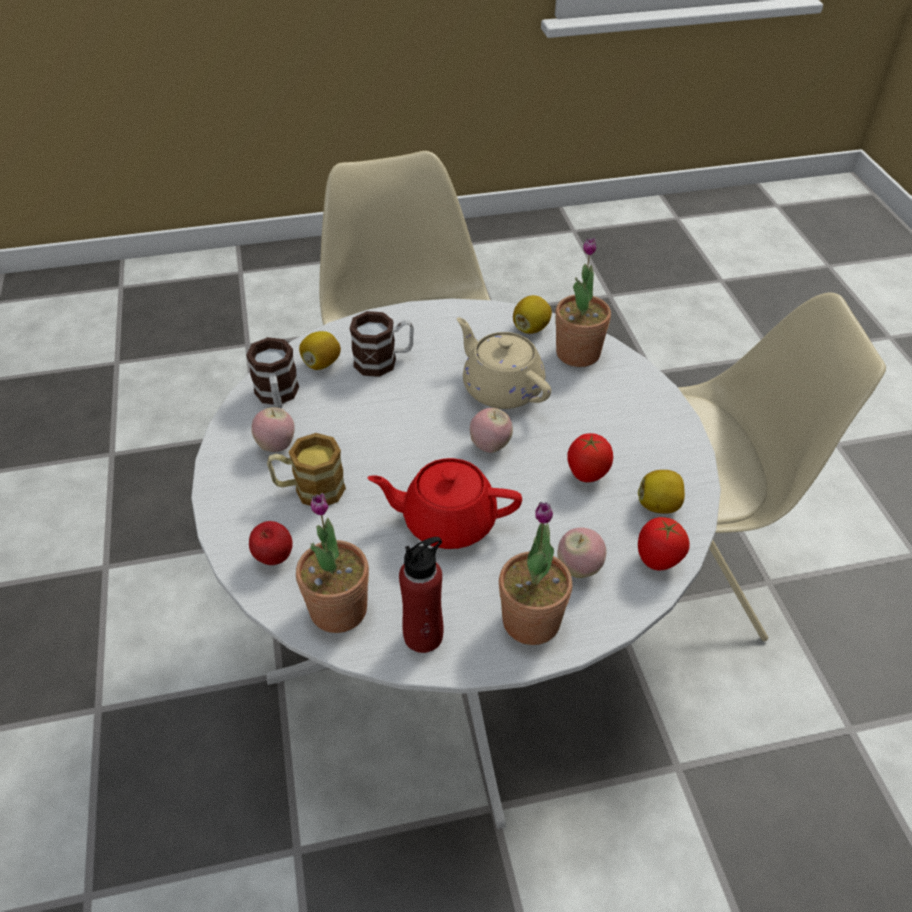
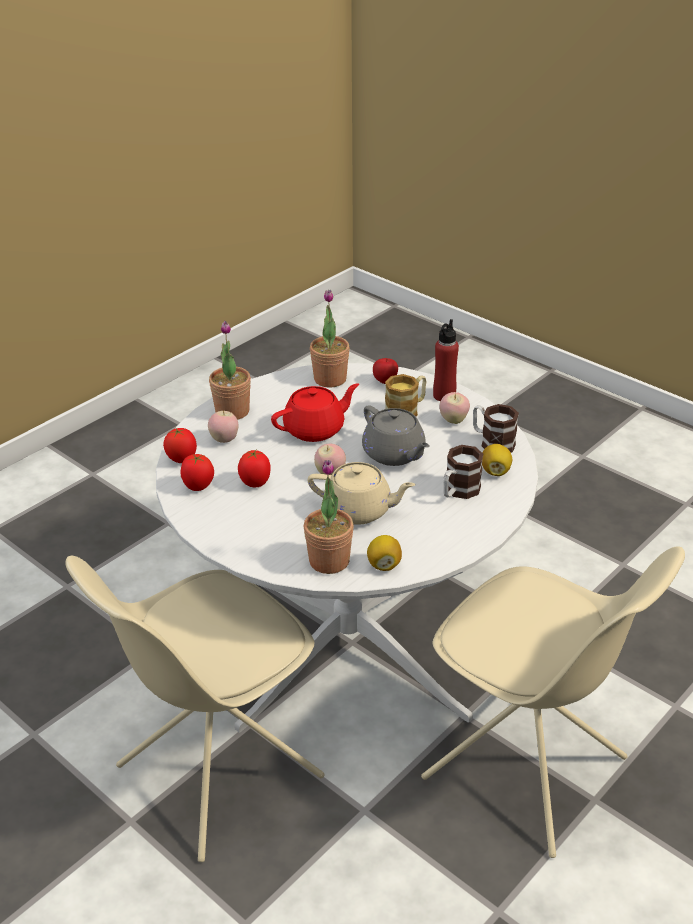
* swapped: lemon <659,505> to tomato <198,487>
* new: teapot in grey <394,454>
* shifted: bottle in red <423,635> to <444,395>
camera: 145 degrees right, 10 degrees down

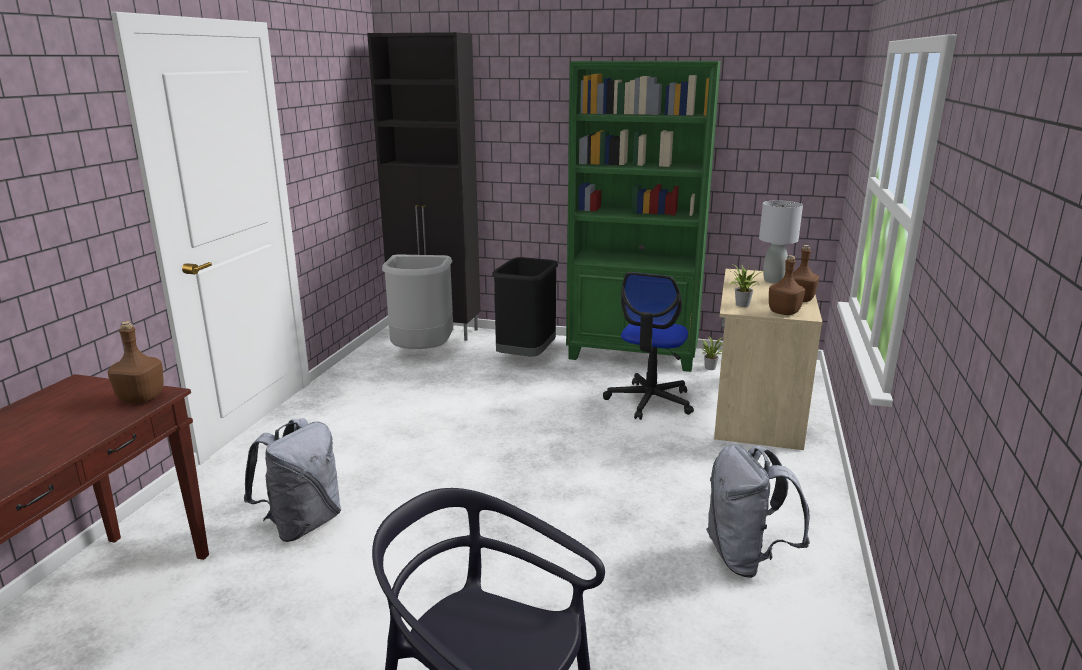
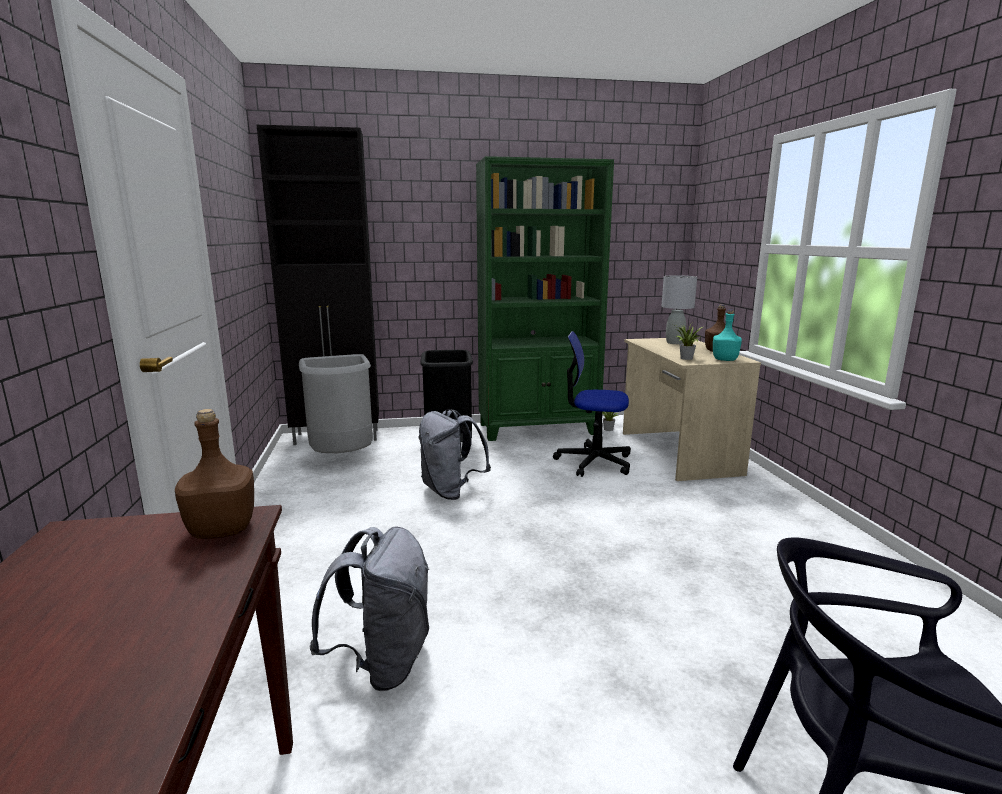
* shifted: backpack in grey <746,558> to <451,491>
* rotated: office chair <649,401> = <594,462> 105 degrees clockwise
* repainted: bottle in brown <783,313> to bottle in turquoise <725,360>
camera: 25 degrees left, 5 degrees down

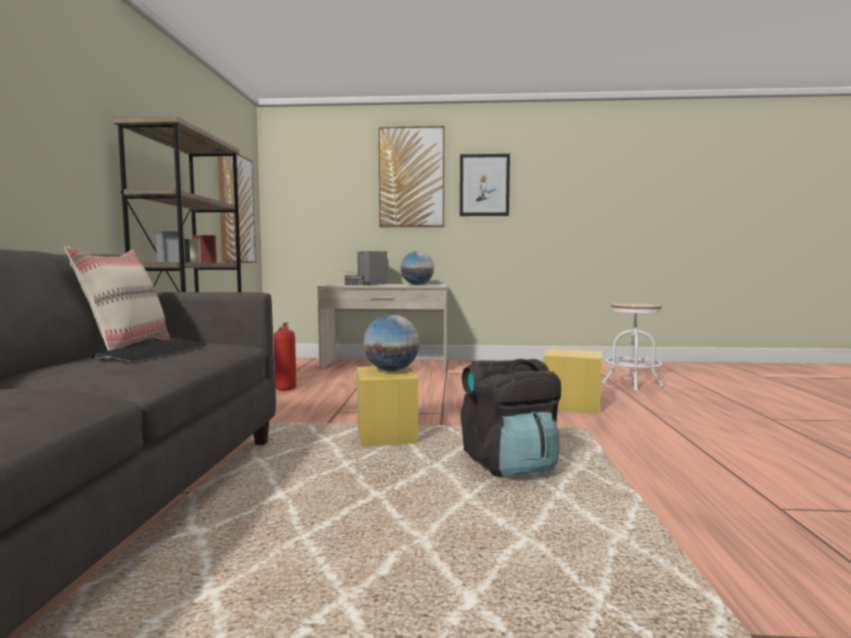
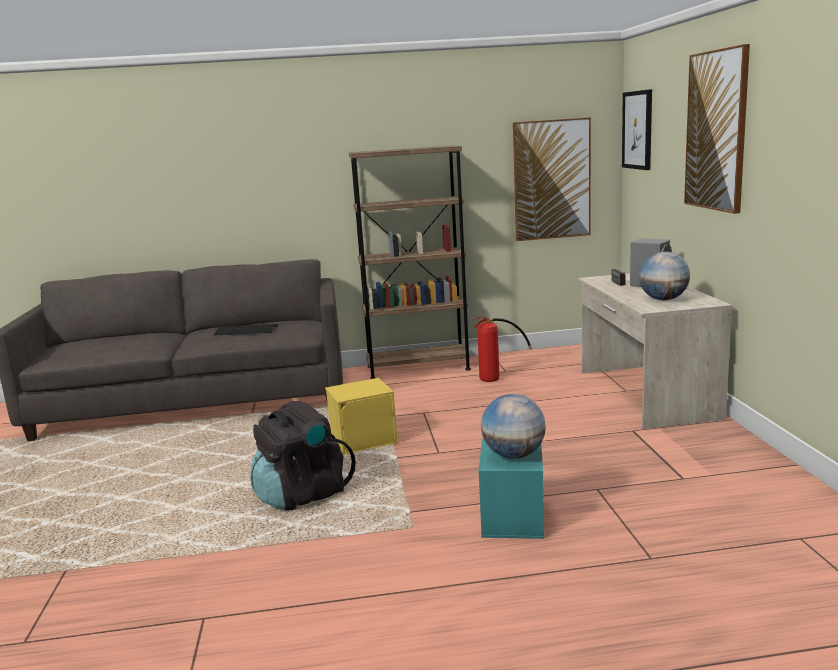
* repainted: storage box in yellow <570,405> to storage box in turquoise <511,518>
* shifted: globe <391,370> to <514,455>
* shifted: picture <484,185> to <638,130>
* gone: pillow in beige <127,346>
* gone: stool in white <632,385>
camera: 80 degrees right, 10 degrees up

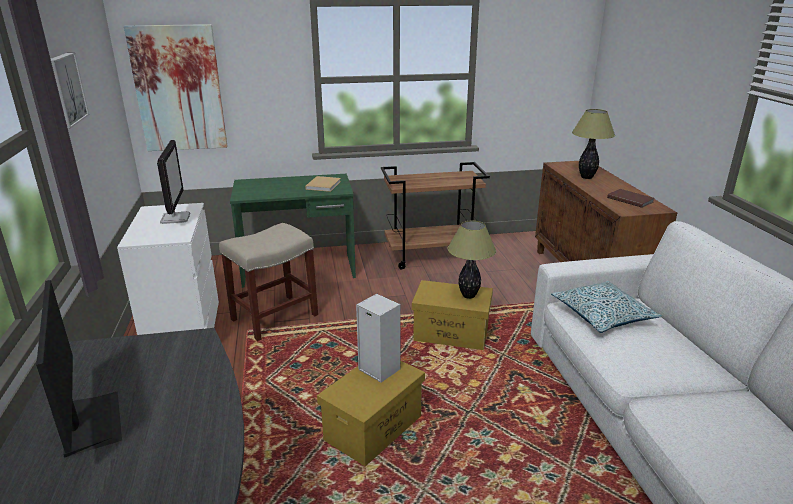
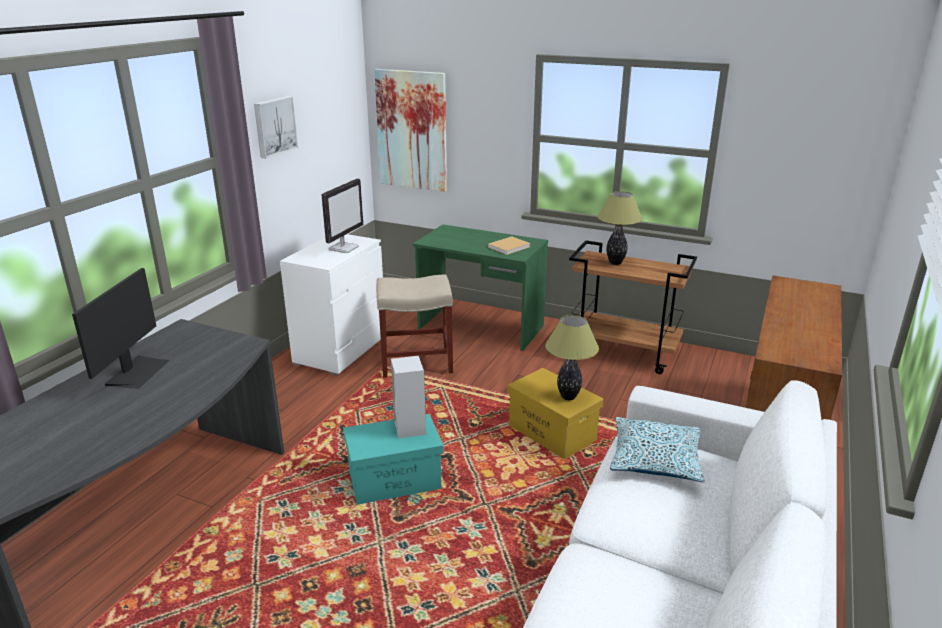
* repainted: storage box in yellow <373,427> to storage box in turquoise <395,480>
* shifted: table lamp <586,177> to <615,263>
* gone: book in brown <630,199>
camera: 35 degrees right, 0 degrees up

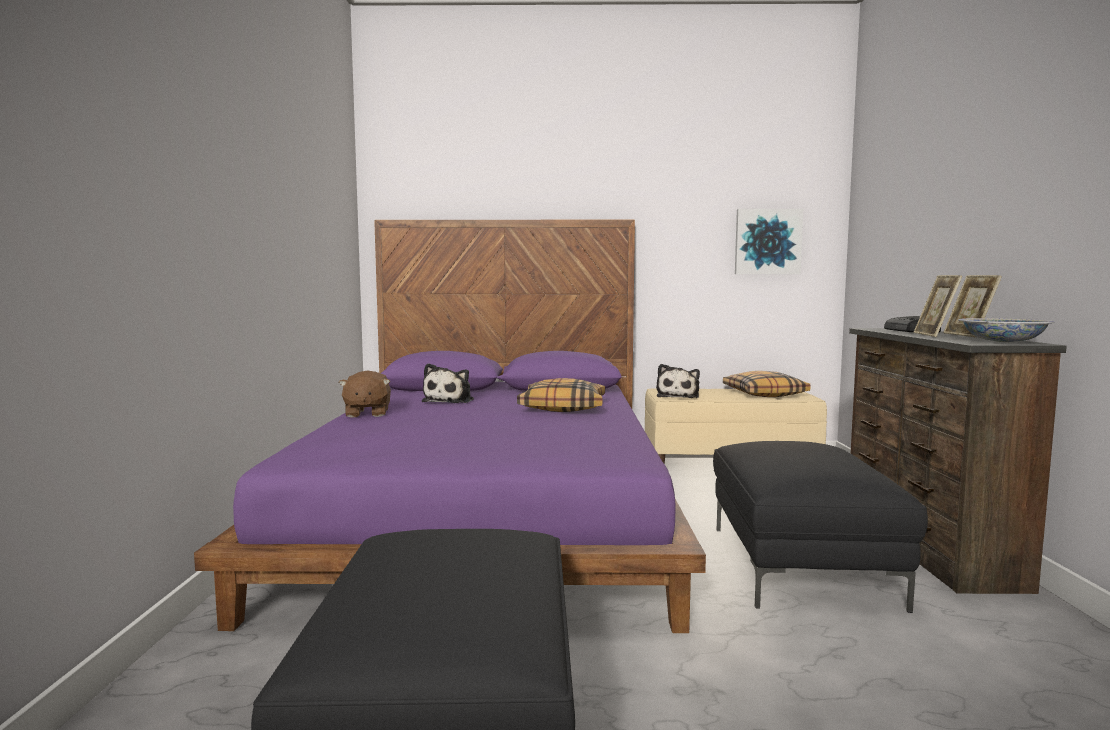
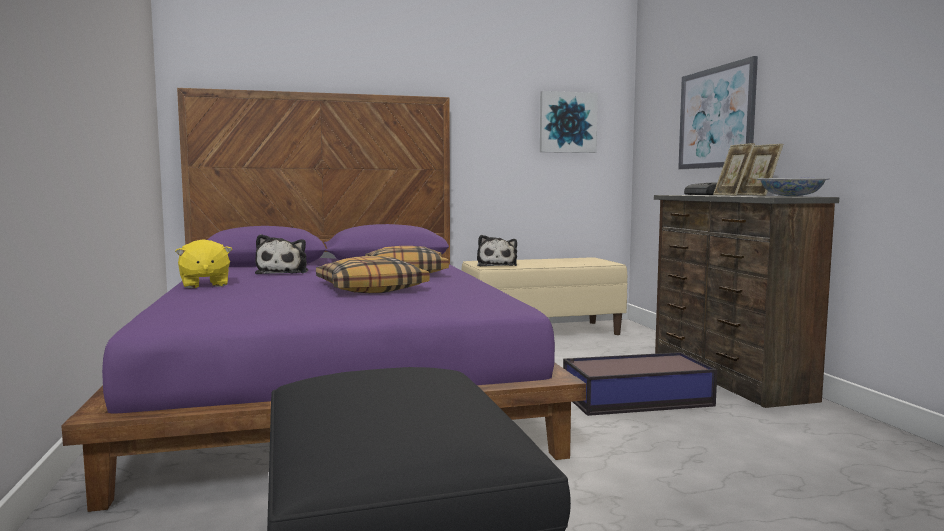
* repainted: plush toy in brown <367,413> to plush toy in yellow <204,284>
* shifted: pillow <764,394> to <371,289>
* swapped: ottoman in black <797,564> to storage box <634,399>
* new: picture <716,118>
camera: 15 degrees left, 0 degrees up

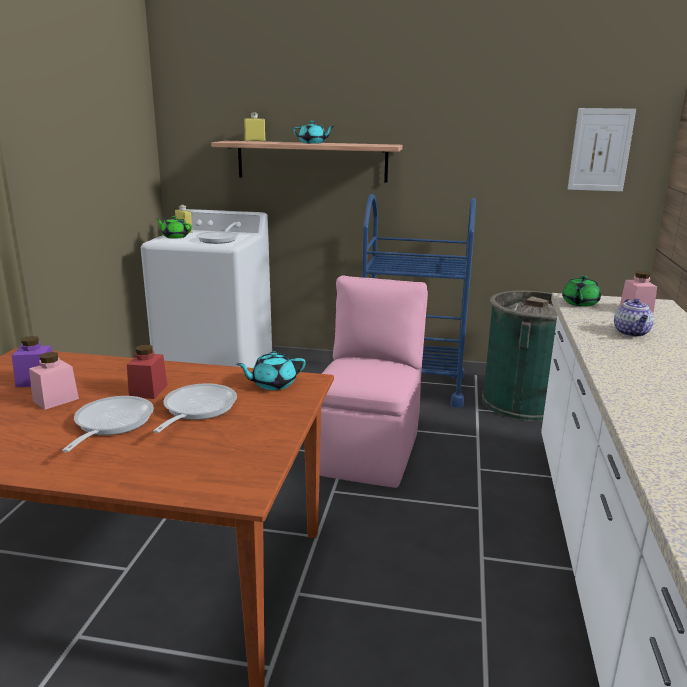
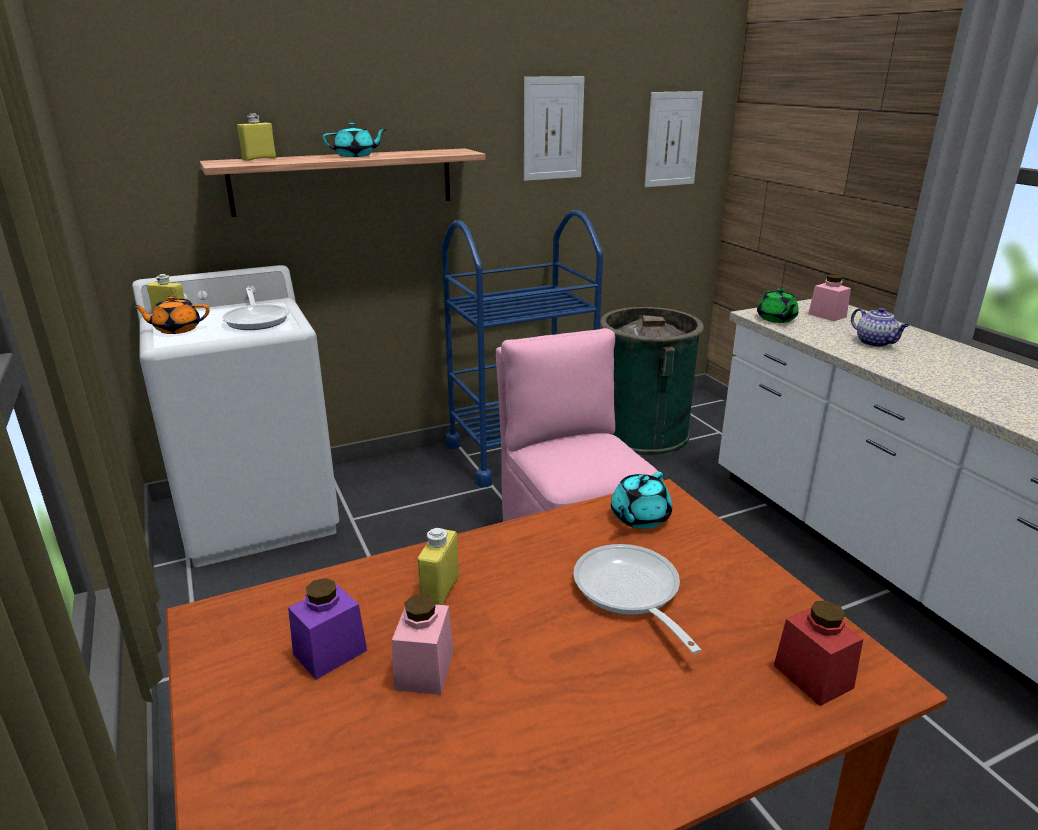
* repainted: teapot in green <175,237> to teapot in orange <176,329>
* new: bottle in yellow <440,591>
* new: picture <553,129>
* shifted: jar in red <148,391> to <813,676>
* gone: frying pan <110,424>
camera: 35 degrees left, 5 degrees up

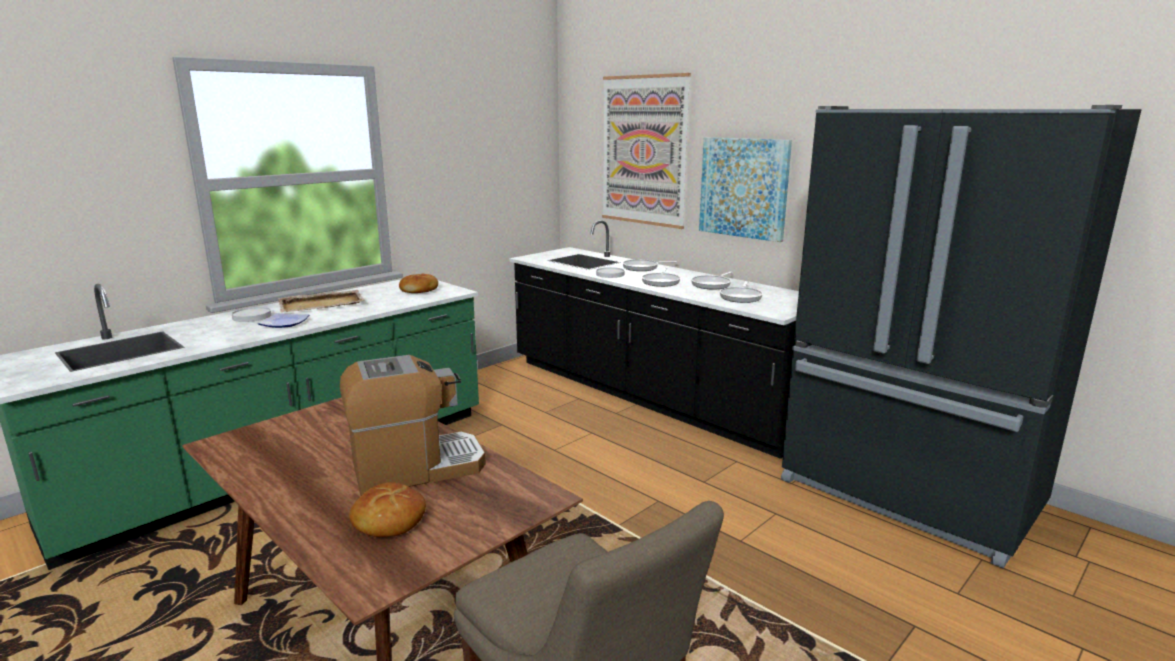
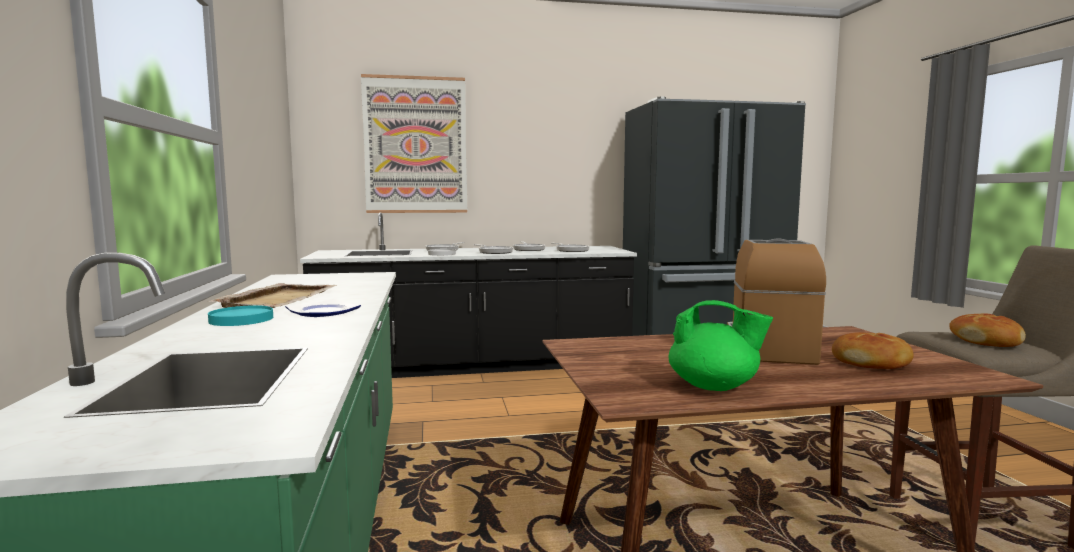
* repainted: plate in white <252,317> to plate in turquoise <242,319>
* new: teapot in green <714,386>
* shifted: bread <420,290> to <986,341>
* gone: picture <744,188>
camera: 55 degrees left, 10 degrees down

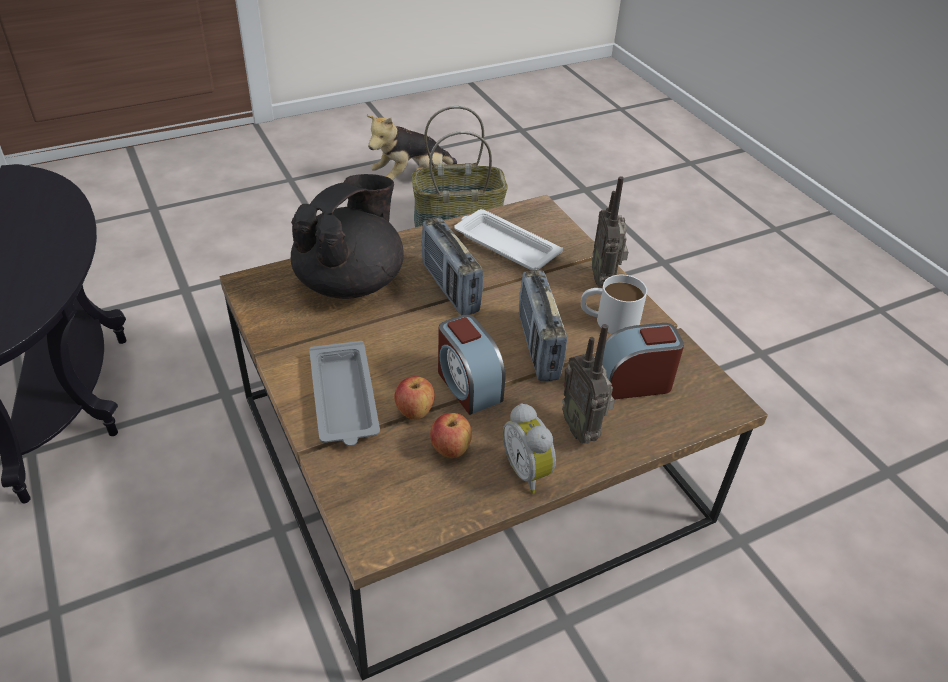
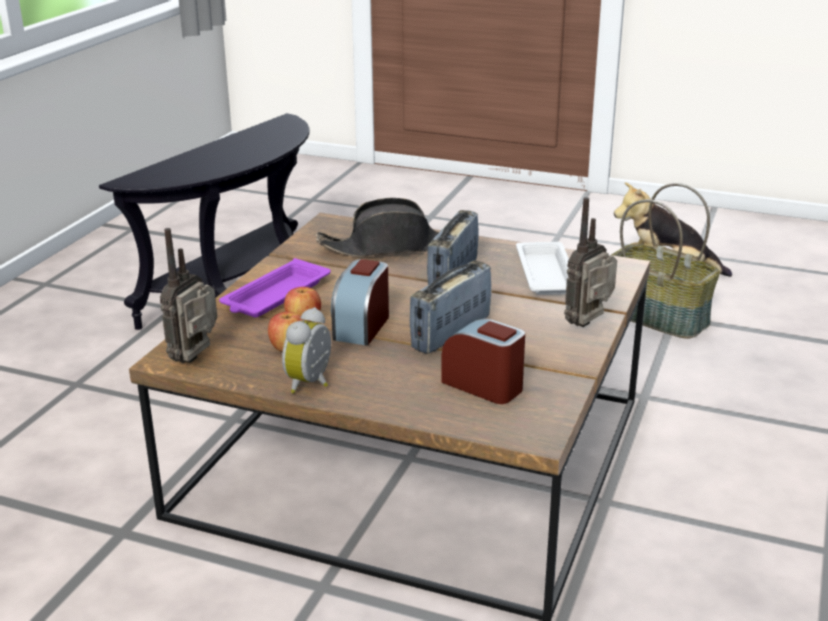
* shifted: radio <582,428> to <197,359>
* repainted: tray in grey <344,400> to tray in purple <275,296>
* swapped: teapot in black <351,282> to hat in black <392,247>
* gone: mug in white <608,320>
camera: 50 degrees right, 15 degrees down

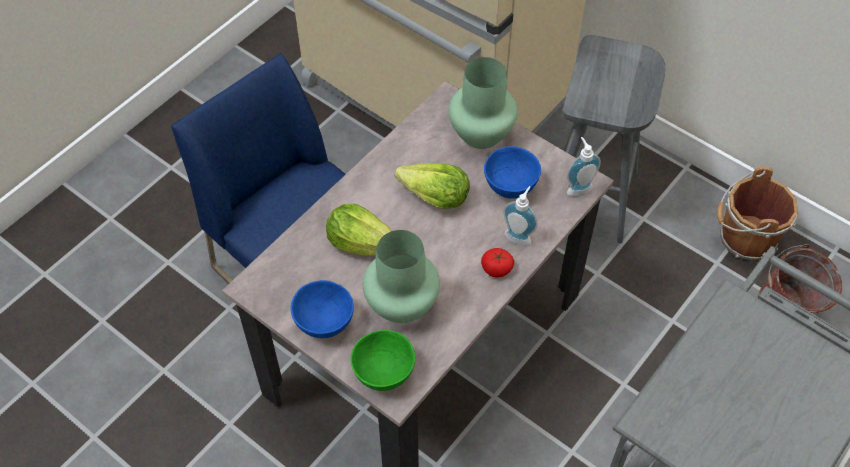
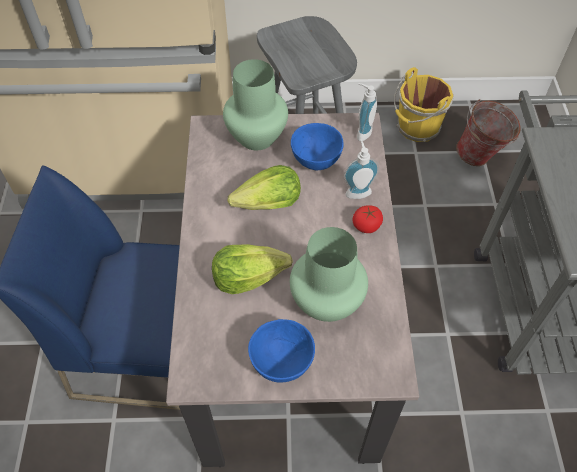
* repainted: bucket in brown <744,239> to bucket in yellow <417,128>
* gone: bowl in green <383,373>
camera: 40 degrees left, 0 degrees up

